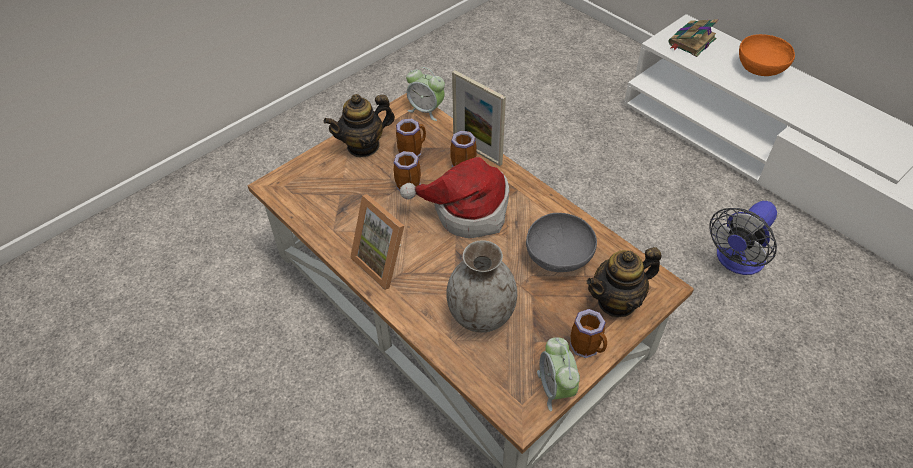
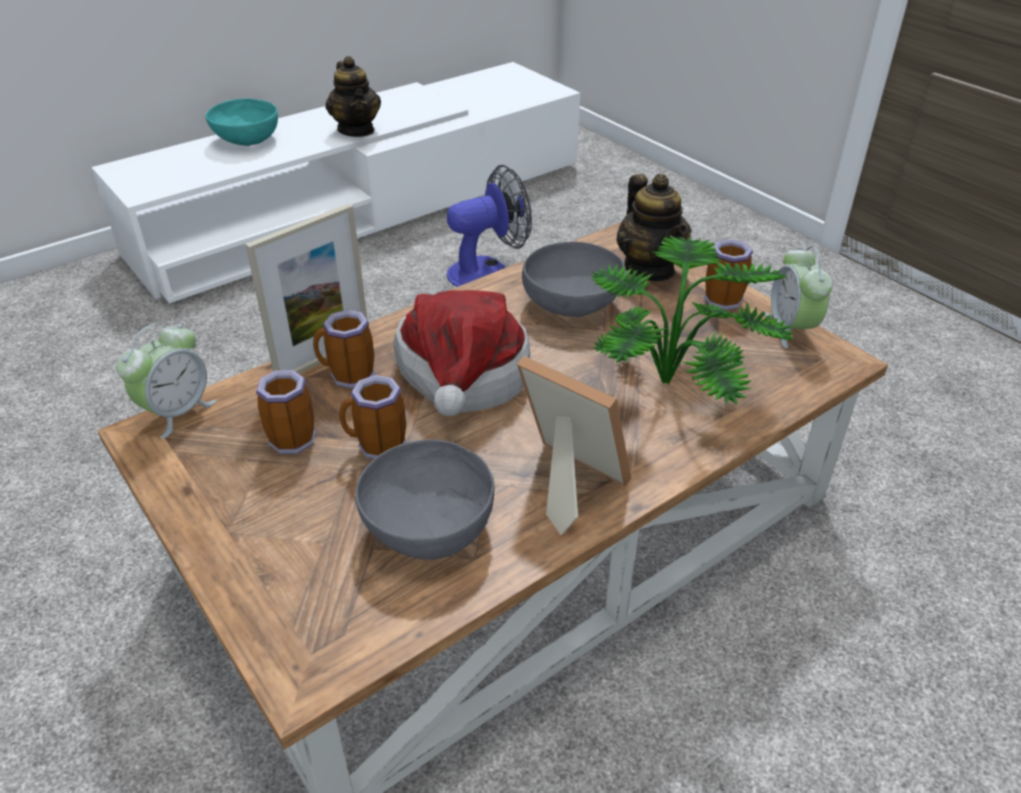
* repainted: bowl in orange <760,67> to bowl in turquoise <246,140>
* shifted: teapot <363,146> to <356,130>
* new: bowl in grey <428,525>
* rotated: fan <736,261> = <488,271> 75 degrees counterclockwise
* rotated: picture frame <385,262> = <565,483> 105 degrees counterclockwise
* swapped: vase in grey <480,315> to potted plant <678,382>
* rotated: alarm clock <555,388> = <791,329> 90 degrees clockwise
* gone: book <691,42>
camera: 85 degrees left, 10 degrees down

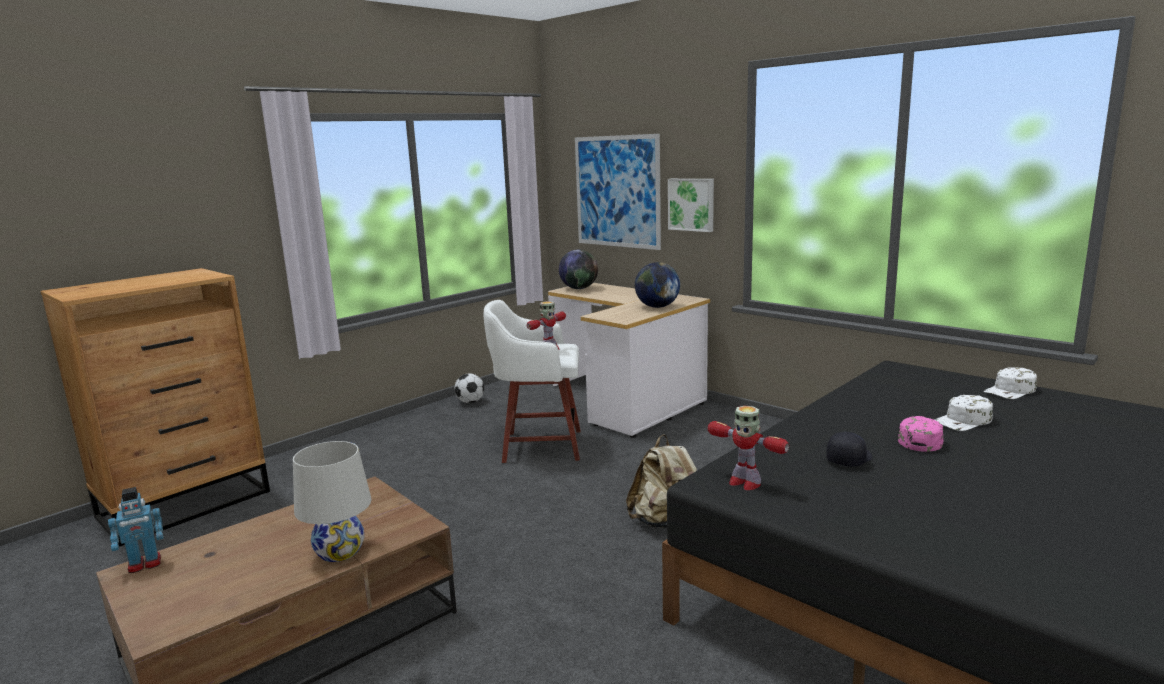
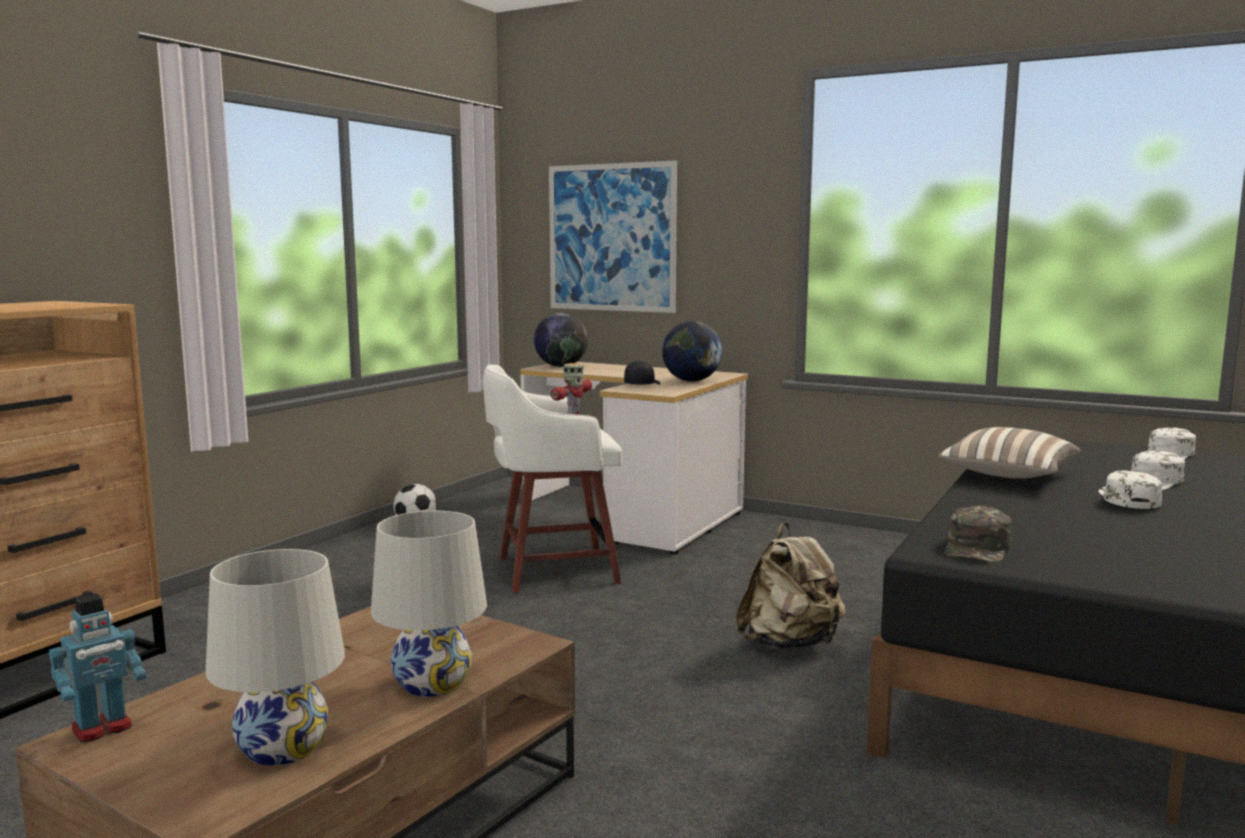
* new: table lamp in white <283,748>
* shifted: cap in black <848,459> to <642,384>
* new: pillow <1007,476>
* swapped: toy robot <744,482> to cap in green <977,548>
* repainted: cap in pink <920,439> to cap in white <1127,499>
* gone: picture <692,204>
camera: 15 degrees left, 5 degrees down

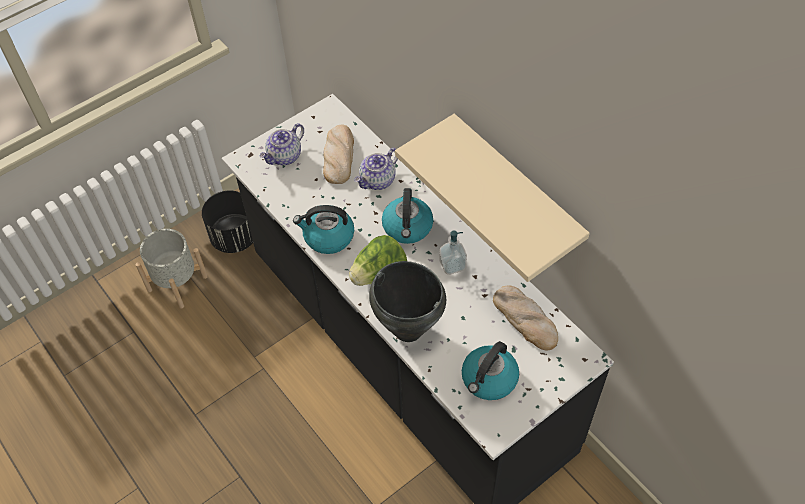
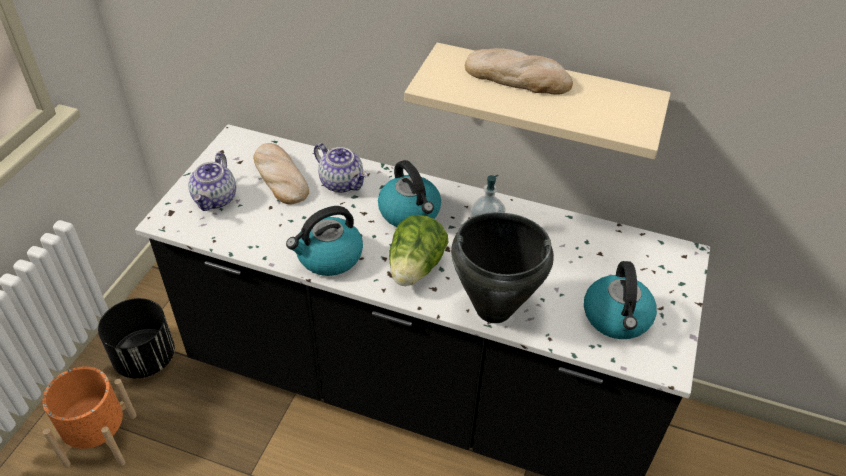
* repainted: planter in grey <177,283> to planter in orange <100,439>
* rotated: teapot <378,181> = <342,183> 60 degrees counterclockwise
* shifted: bread <526,319> to <517,77>
camera: 35 degrees left, 10 degrees down

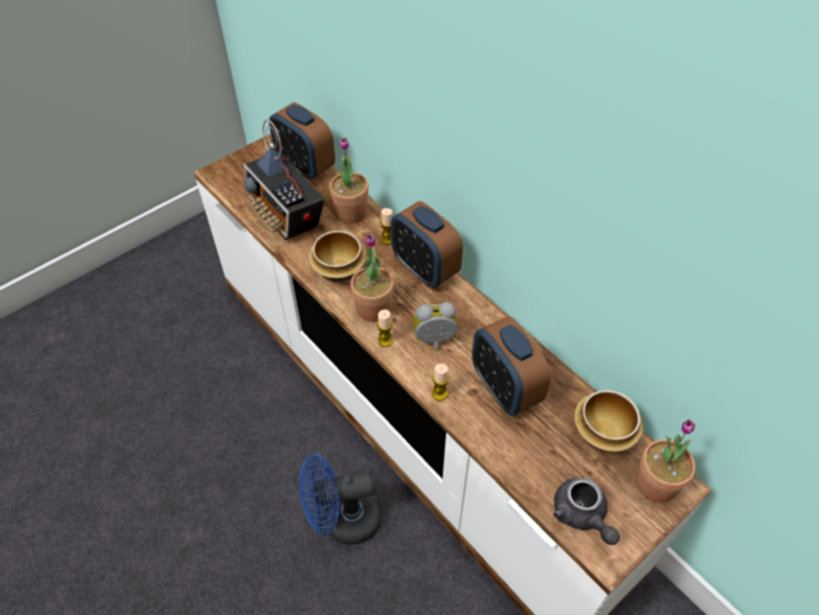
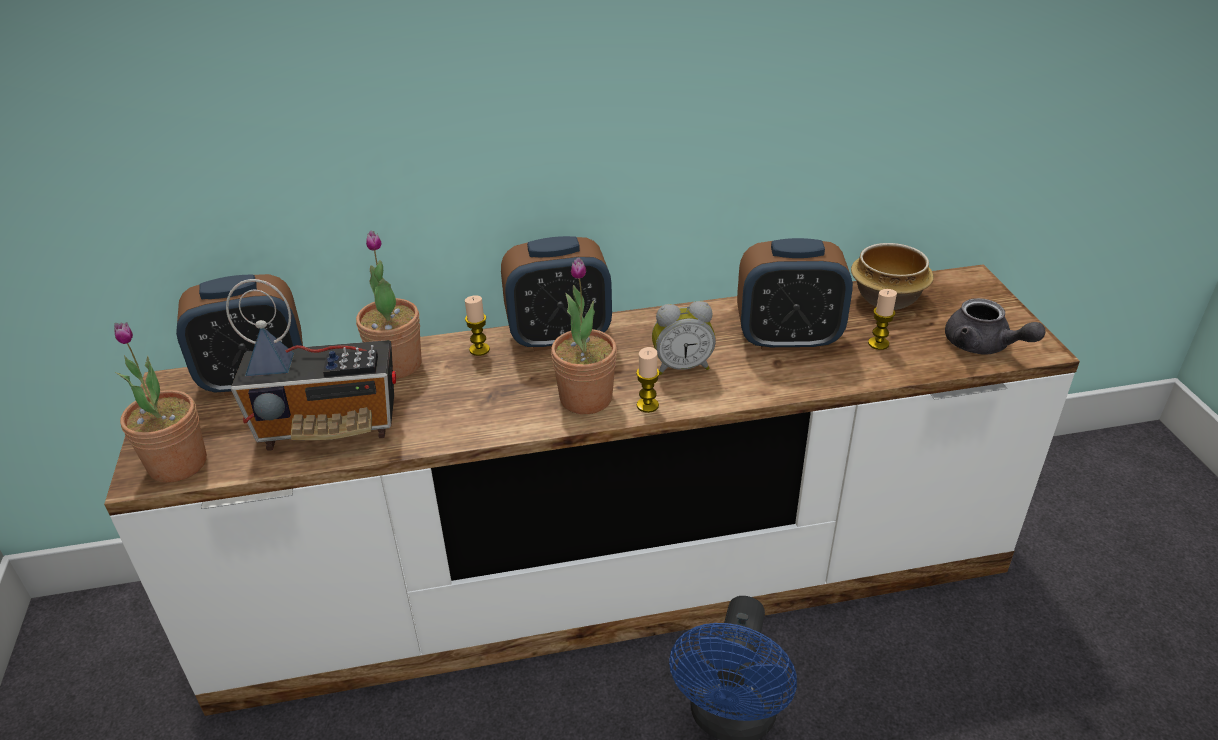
* shifted: potted plant <656,484> to <178,464>
* rotated: alarm clock <435,341> = <681,366> 120 degrees counterclockwise
* shifted: candle <439,393> to <878,343>
* rotated: teapot in grey <582,516> = <983,346> 45 degrees clockwise
* gone: bowl <340,269>
camera: 60 degrees left, 15 degrees down

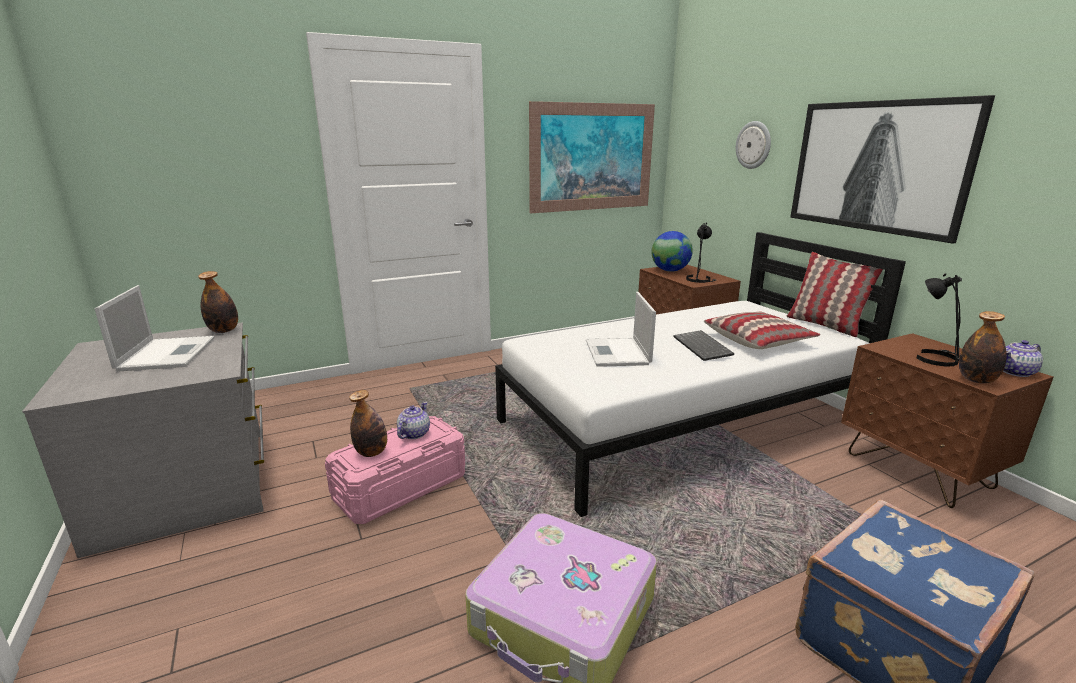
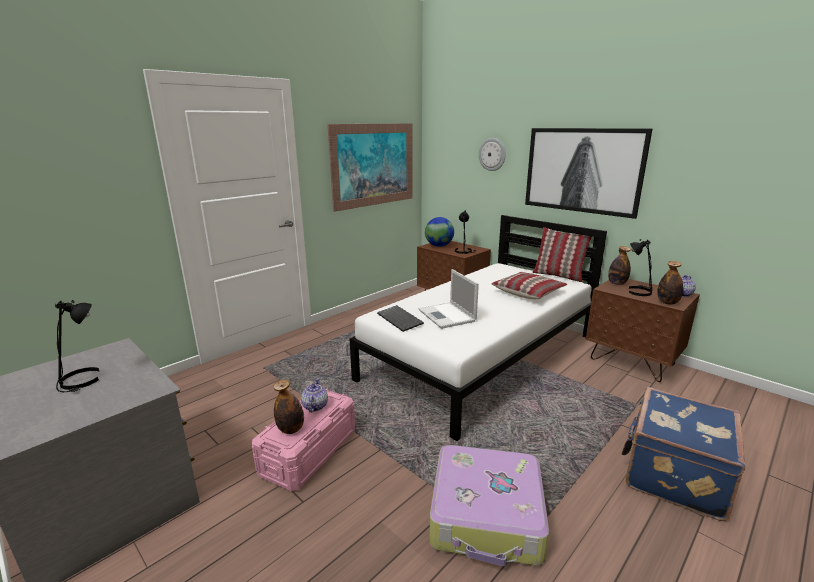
* swapped: laptop <167,353> to table lamp in black <81,381>
* shifted: keyboard <703,347> to <401,319>
* shifted: bottle <224,331> to <617,283>
camera: 20 degrees left, 0 degrees up

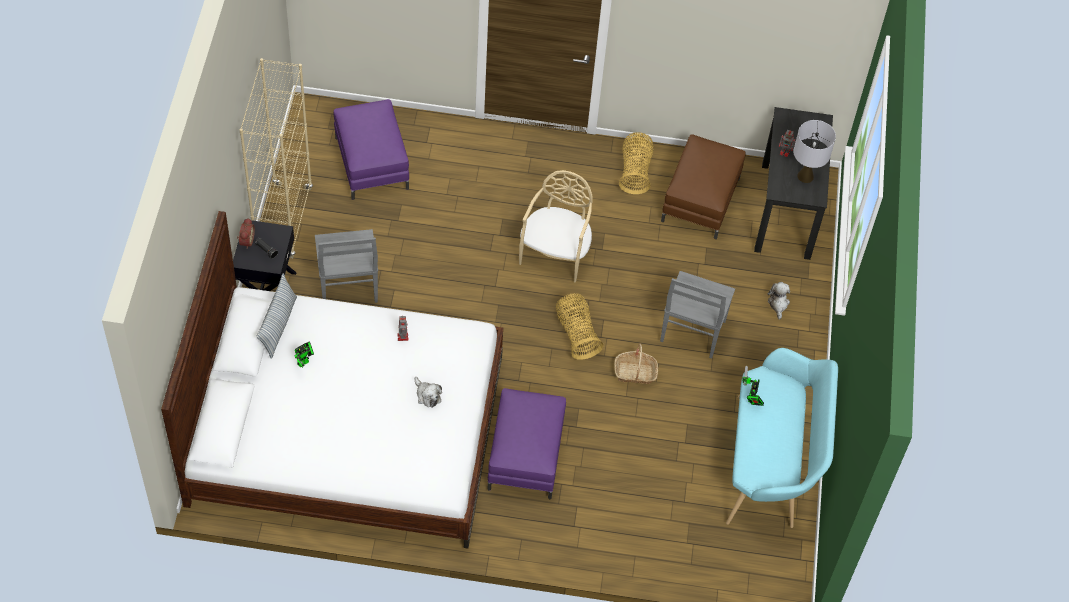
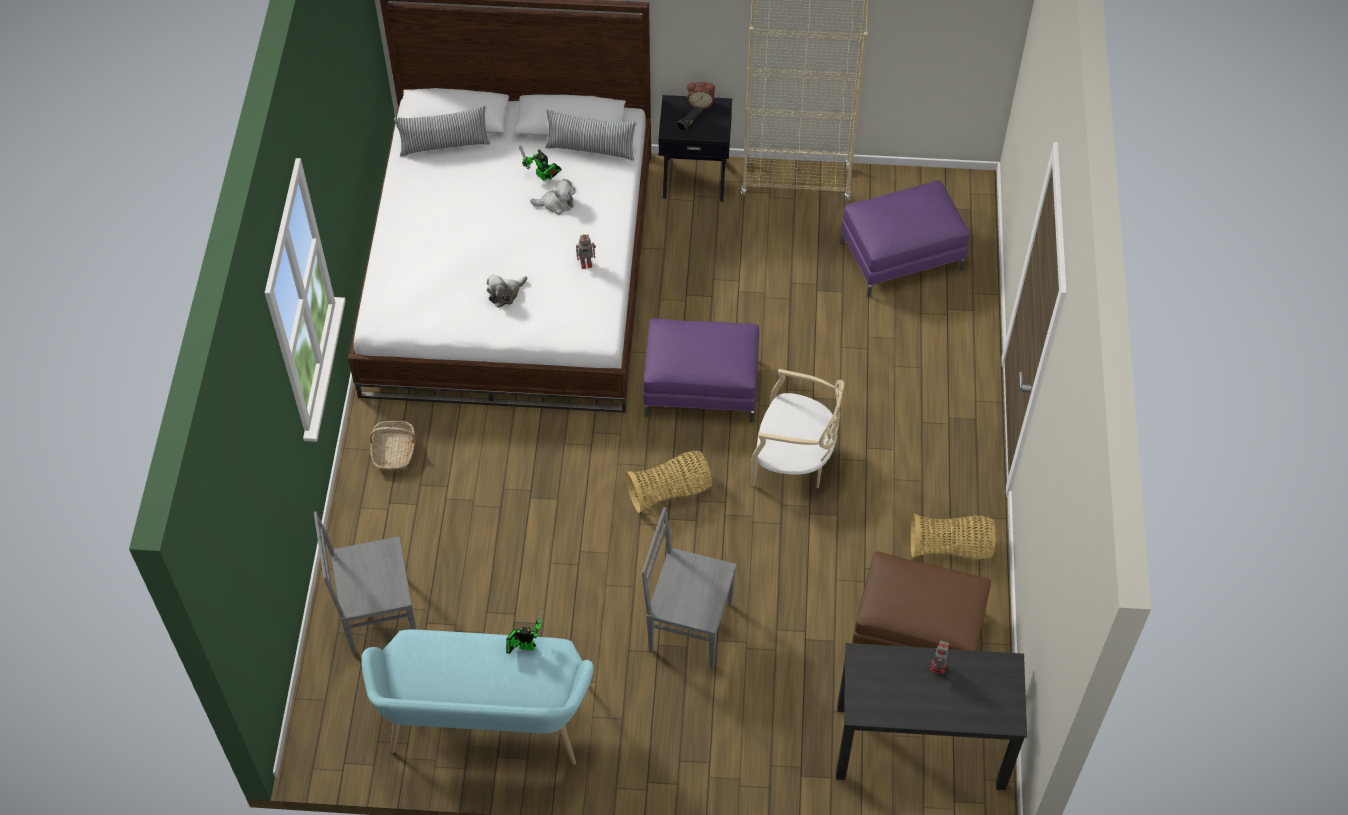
* shifted: chair in grey <348,287> to <377,615>
* shifted: basket <635,373> to <394,451>
* new: pillow <444,145>
* shifted: plush toy <778,303> to <556,204>
* shifted: ottoman in purple <525,455> to <701,387>
* gone: table lamp in grey <805,176>
camera: 90 degrees right, 0 degrees up

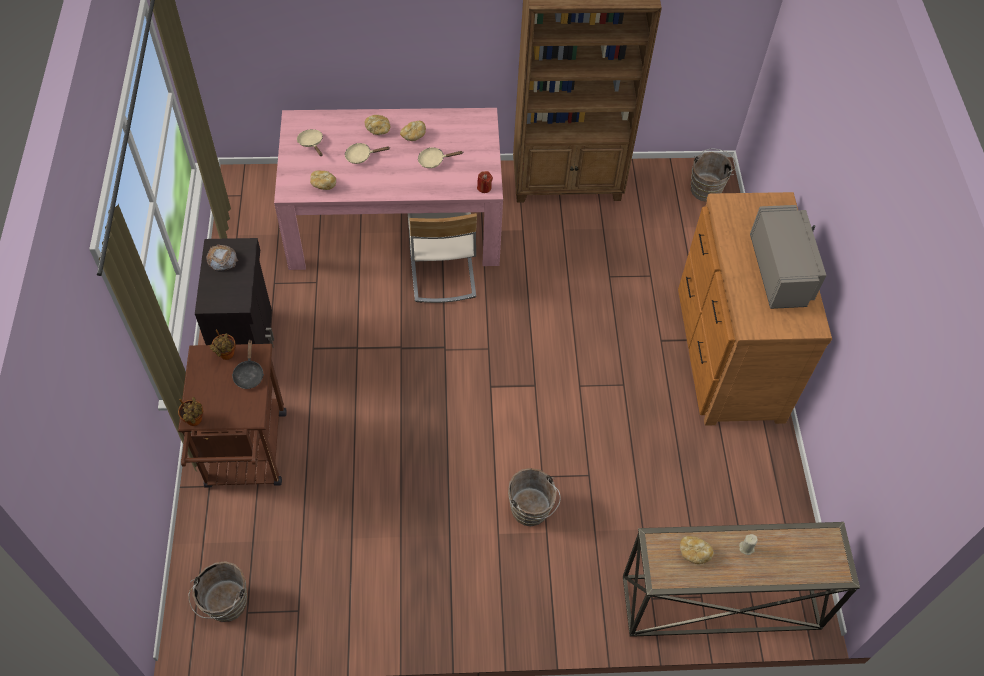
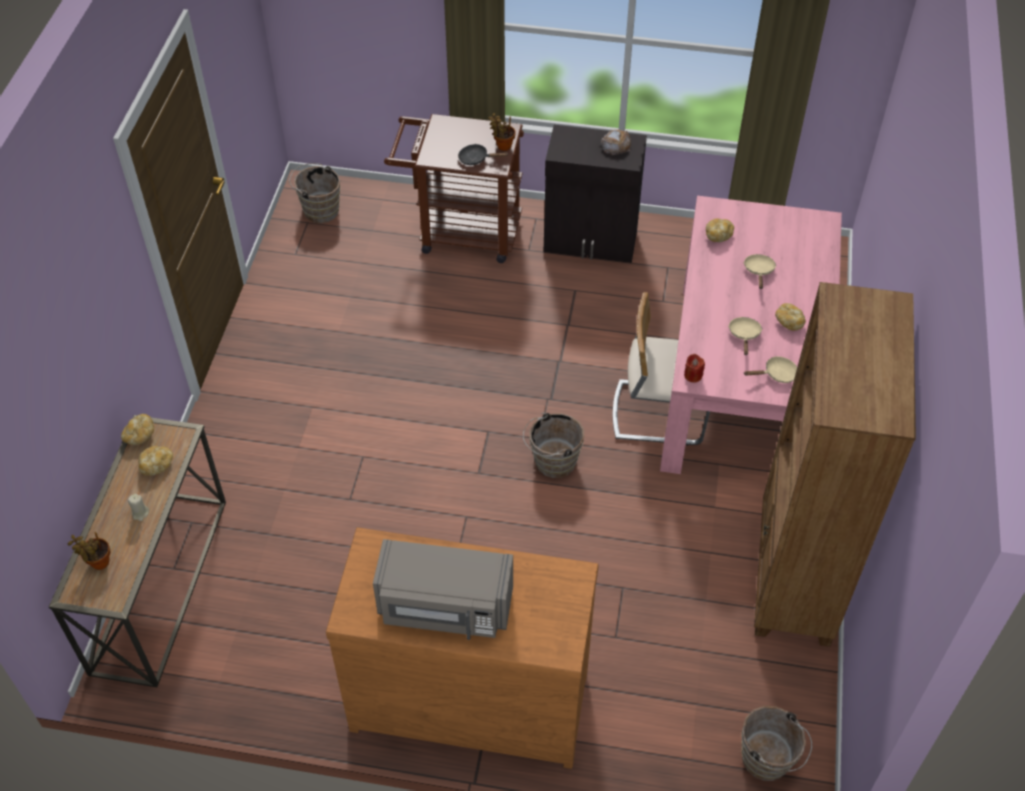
* shifted: potted plant <195,421> to <98,563>
* shifted: bread <378,129> to <140,435>
* shifted: bucket in brown <531,512> to <552,462>
* shifted: frying pan in beige <311,143> to <777,374>
camera: 105 degrees right, 5 degrees down

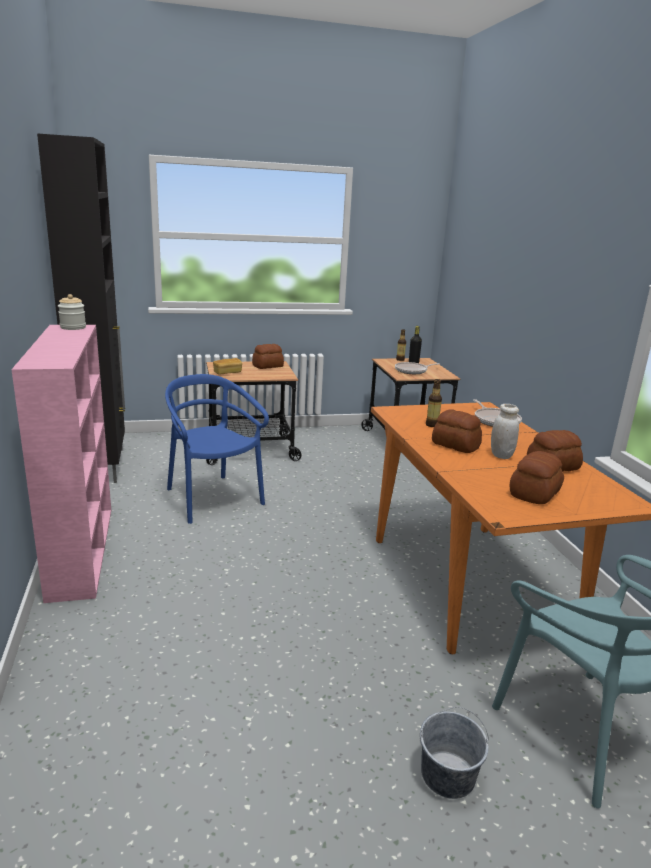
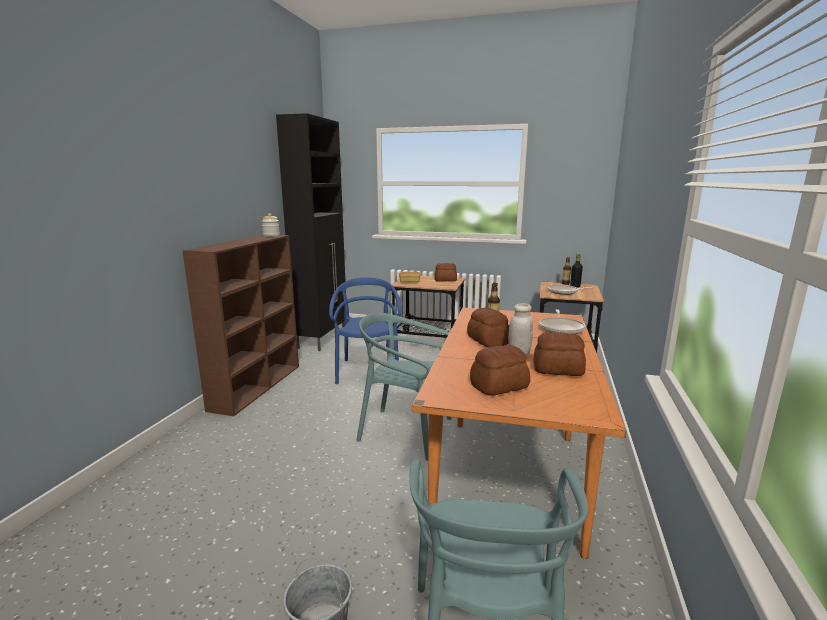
* repainted: bookcase in pink <81,549> to bookcase in brown <257,386>
* new: chair in turquoise <406,432>
camera: 30 degrees right, 5 degrees down

